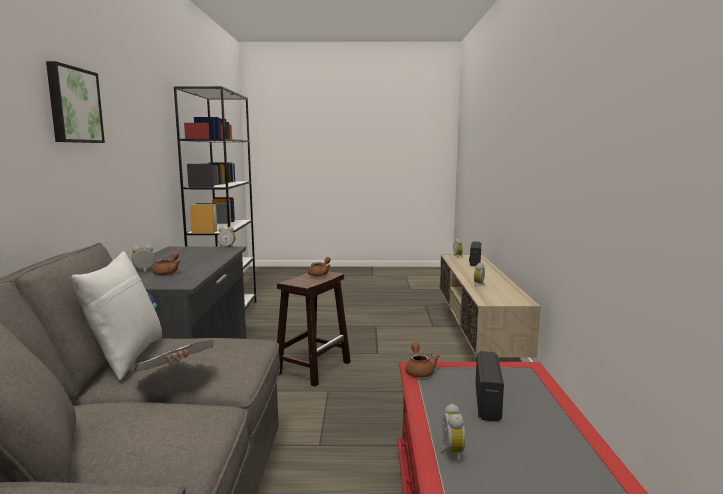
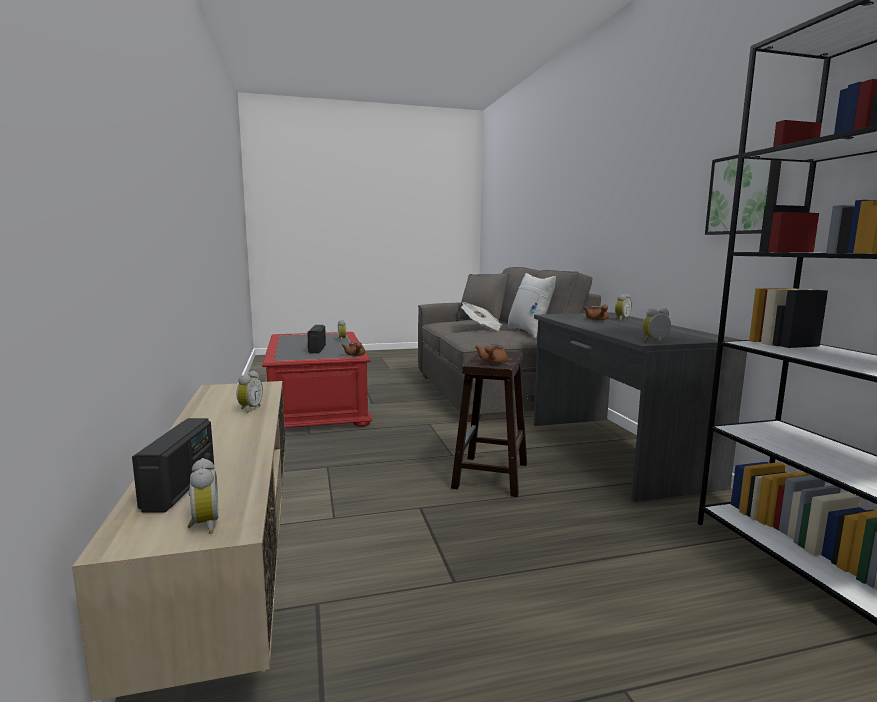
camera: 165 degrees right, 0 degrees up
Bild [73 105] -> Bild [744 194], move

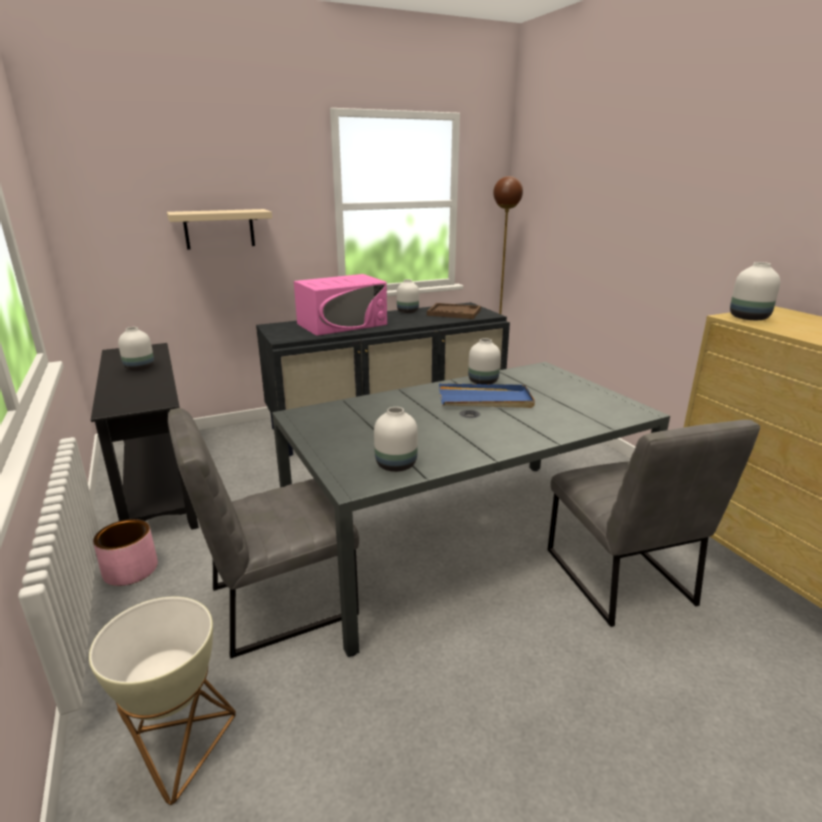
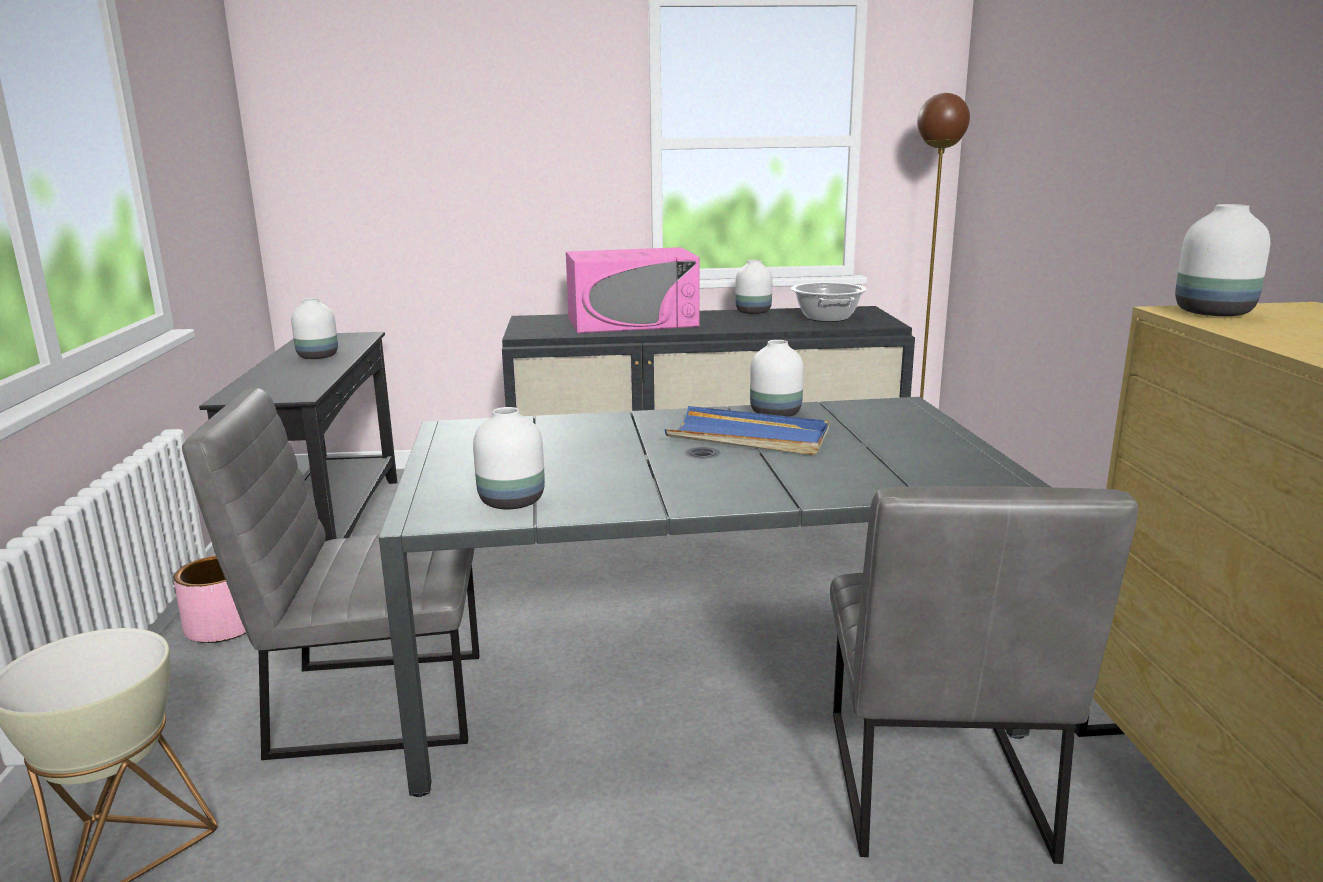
camera: 20 degrees right, 5 degrees down
Wandregal (beige) [219 229] -> none
Tablett (braun) [454 313] -> Kochtopf [826 318]

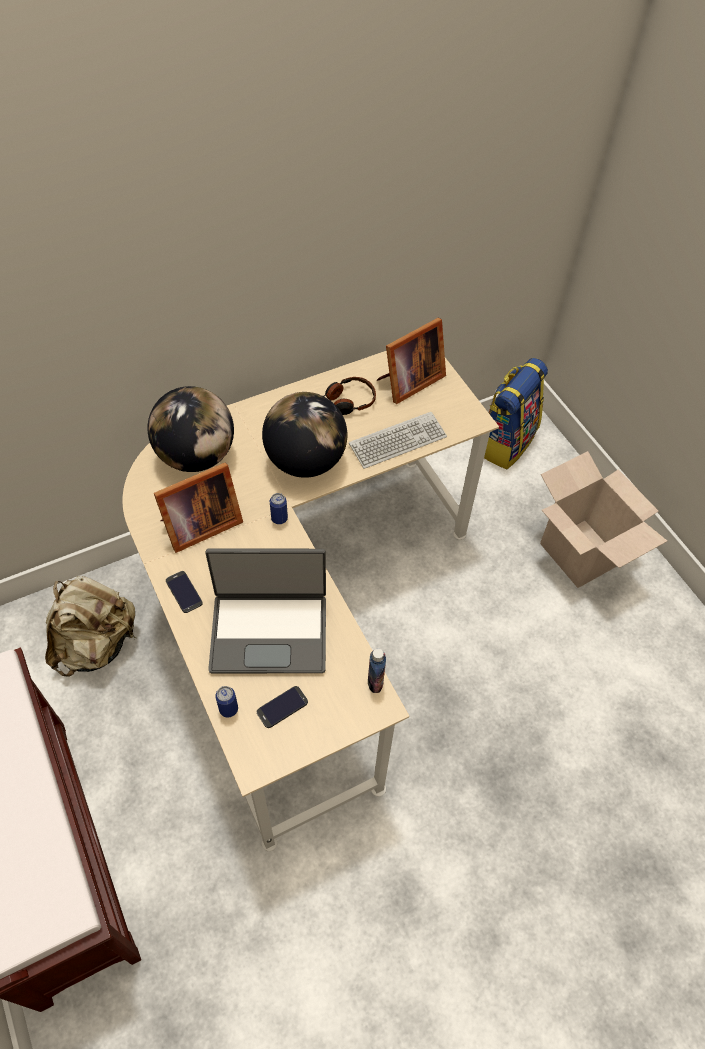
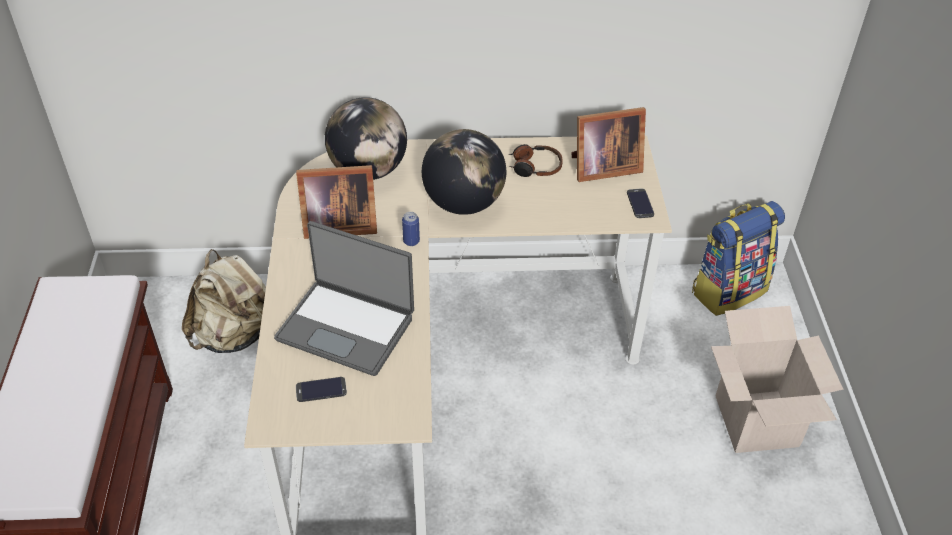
camera: 25 degrees right, 10 degrees down
Handy [184 592] -> Handy [640 203], move
Dose [228 709] -> none
Tastatur [398 441] -> none
Flasche [375 682] -> none

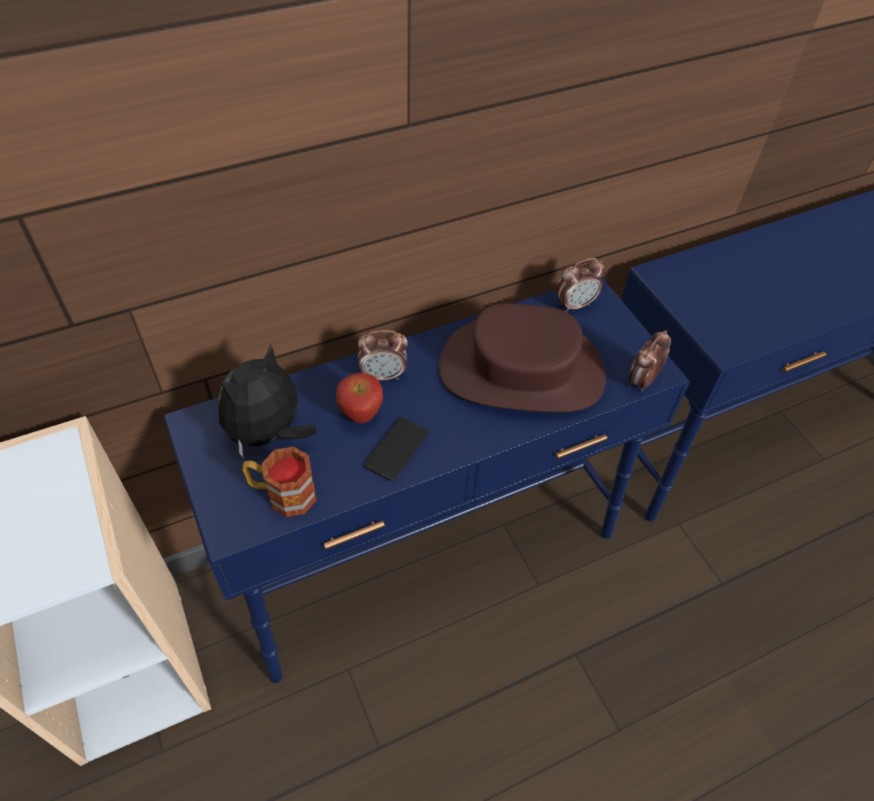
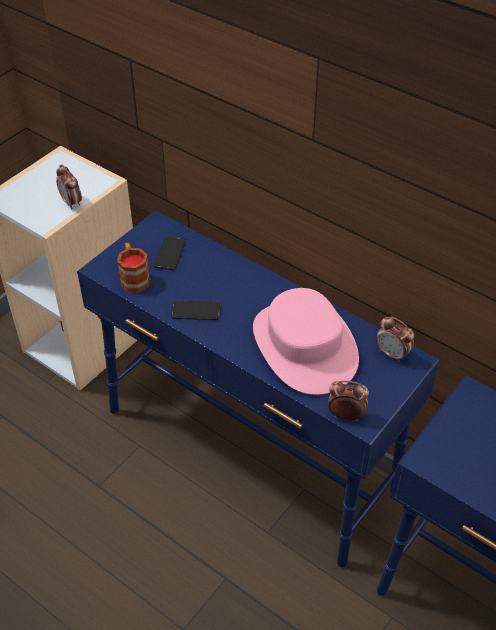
camera: 65 degrees right, 5 degrees down
Plüschtier [268 434] -> Handy [169 254]
Apfel [360 415] -> none
Wecker [383 375] -> Wecker [71 202], move
Hut (braun) [521 371] -> Hut (rosa) [303 346]

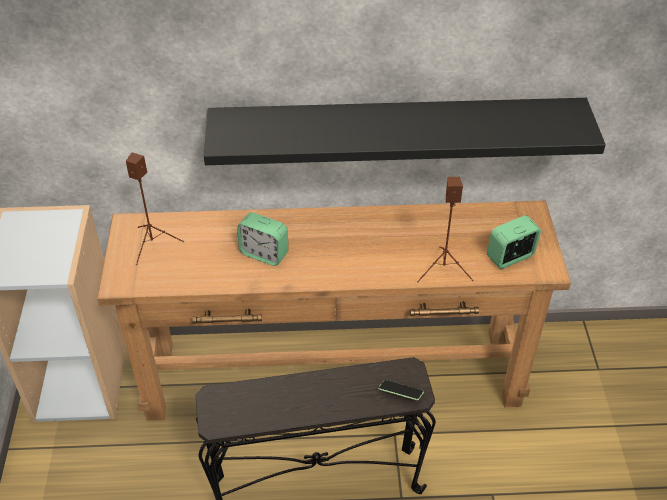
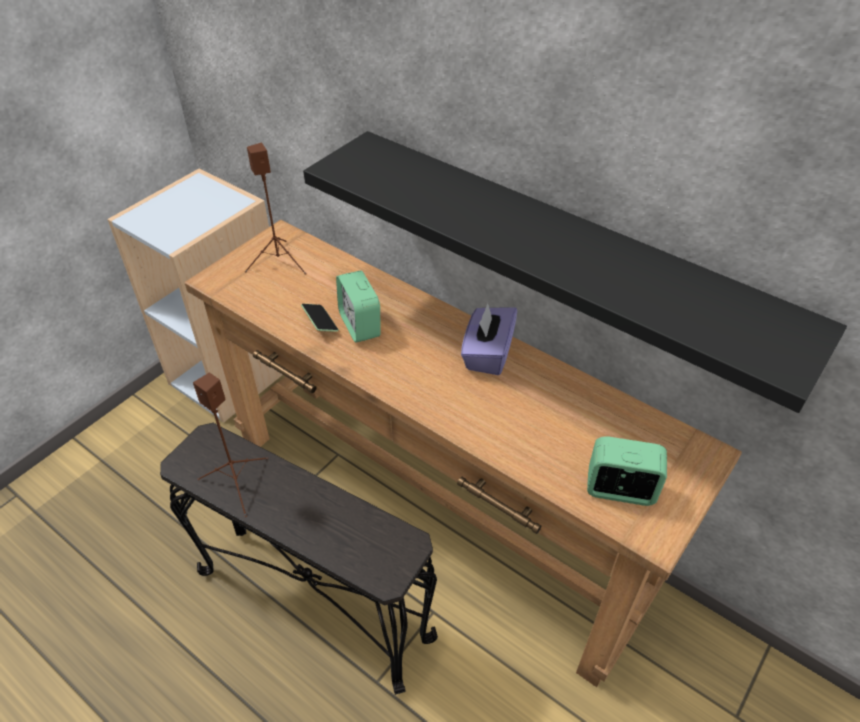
camera: 40 degrees right, 0 degrees up
Handy [400 393] -> Handy [320 323], move
Lautsprecher (braun) [444 269] -> Lautsprecher (braun) [237 484], move
none -> Taschentuchbox (lila) [487 354]

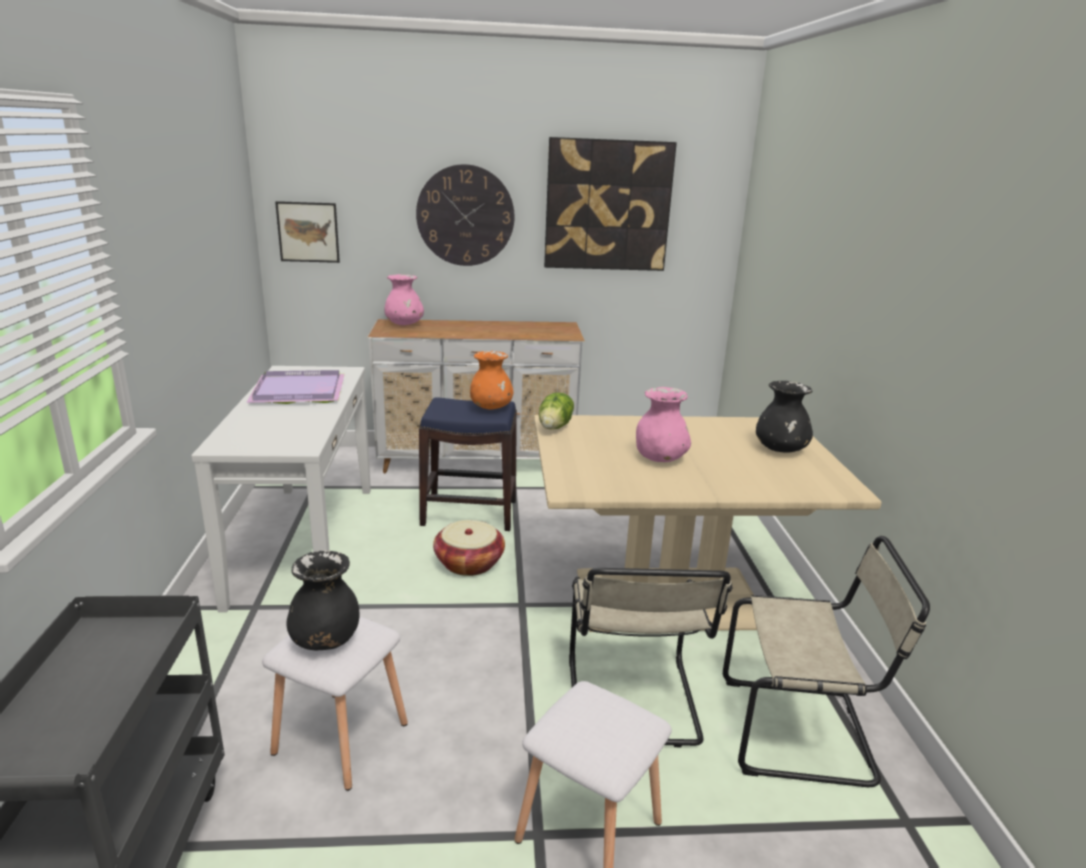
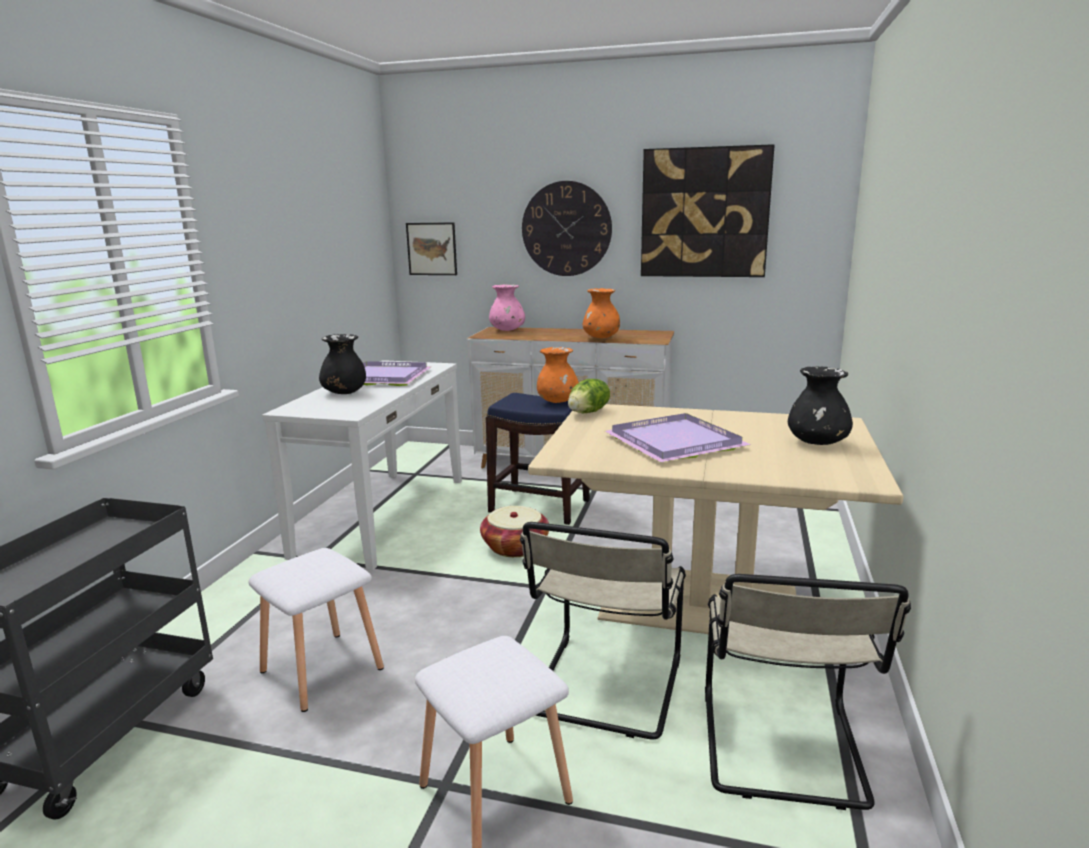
camera: 20 degrees right, 5 degrees down
Vase (schwarz) [325 641] -> Vase (schwarz) [344 393], move
Vase (rosa) [659 459] -> Tablett (lila) [672 442]
Stuhl (beige) [801 732] -> Stuhl (beige) [782 750], 75 degrees clockwise
none -> Vase (orange) [601 338]

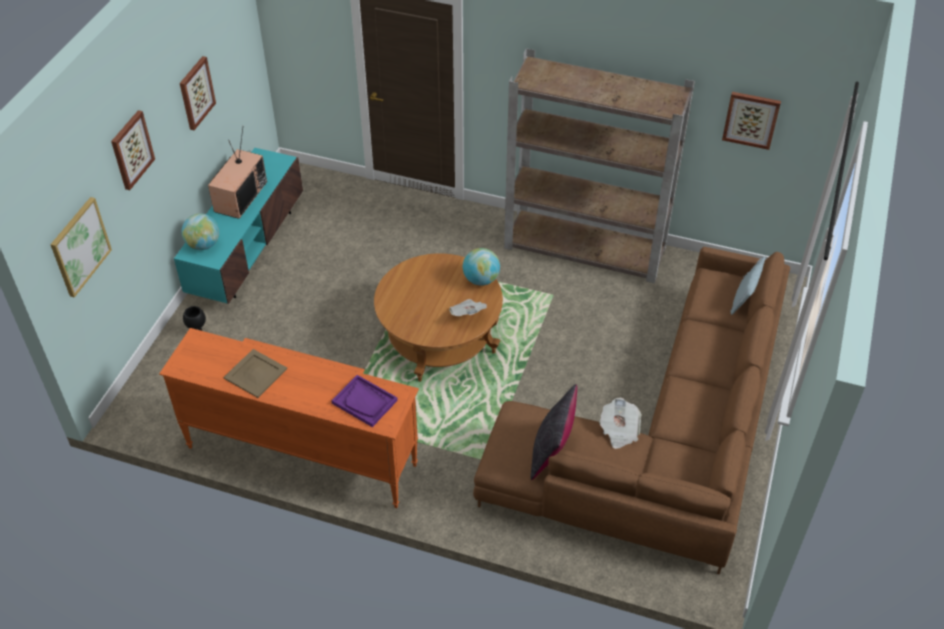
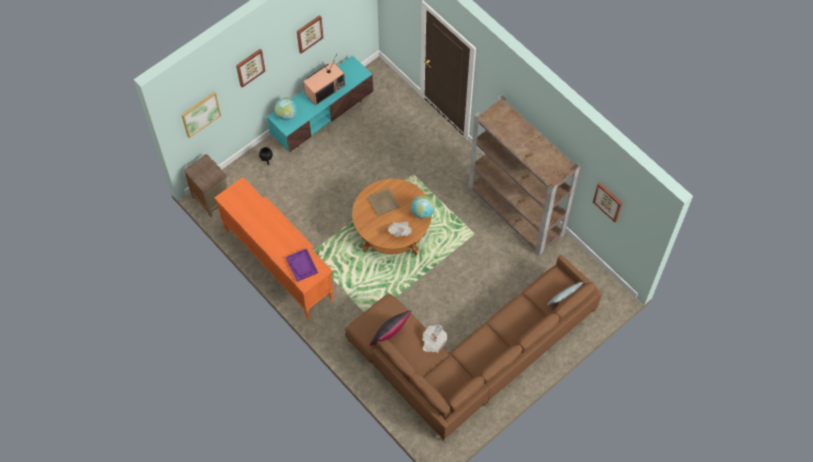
camera: 30 degrees right, 15 degrees up
Tablett (beige) [255 374] -> Tablett (beige) [383 202], move
none -> Nachttisch (beige) [212 198]

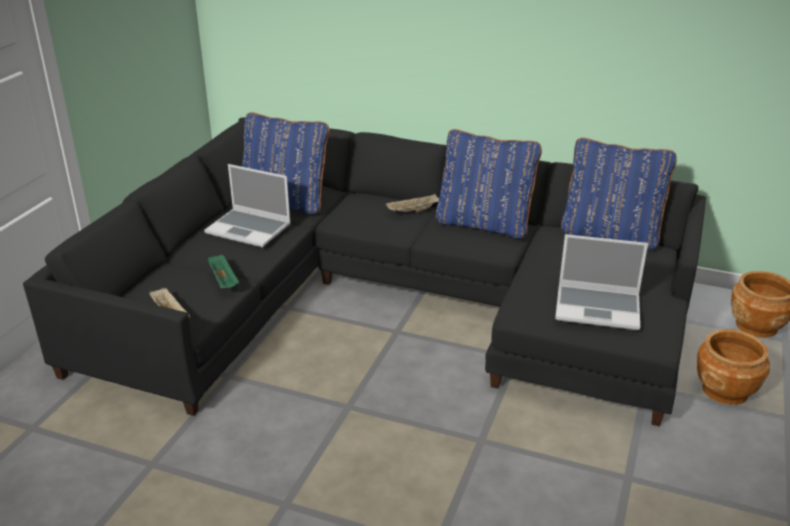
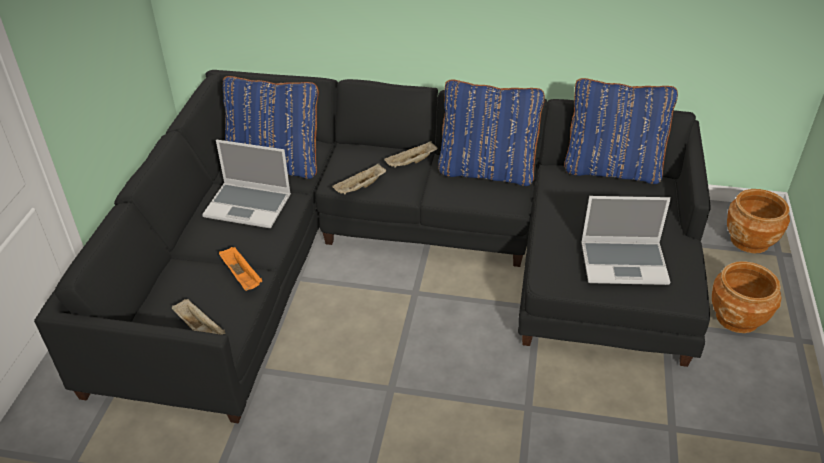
camera: 10 degrees left, 10 degrees up
Tablett (grün) [224 281] -> Tablett (orange) [242 277]
none -> Tablett (beige) [360 187]

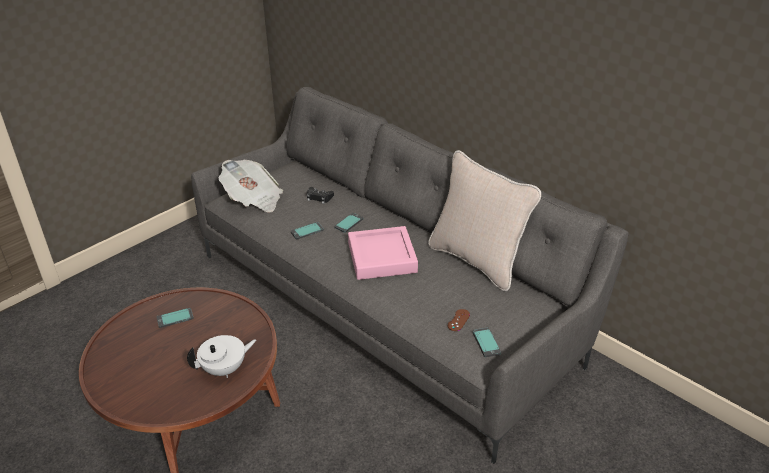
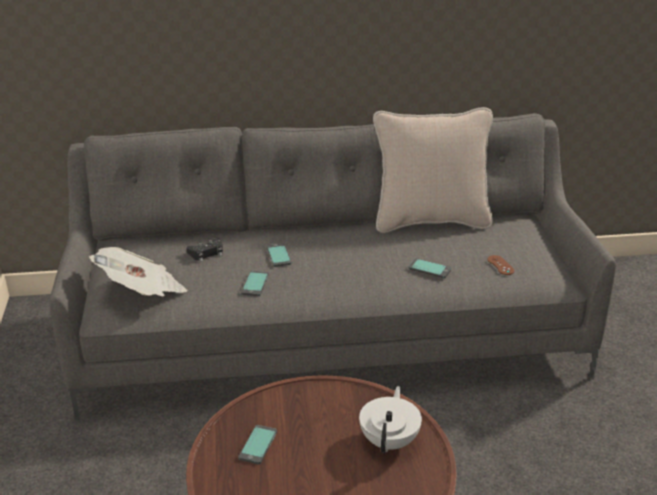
camera: 50 degrees left, 5 degrees down
Tablett (rosa) [382 258] -> none
Handy [486 343] -> Handy [429 269], move

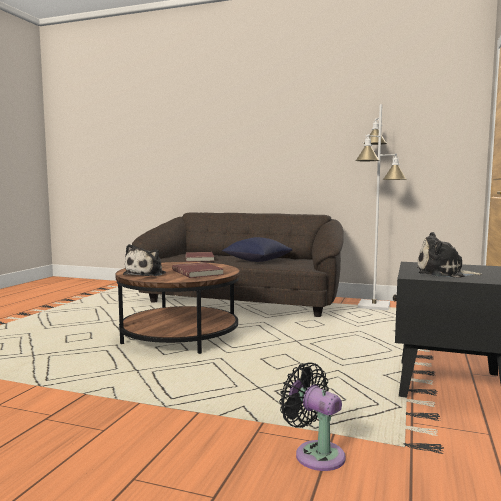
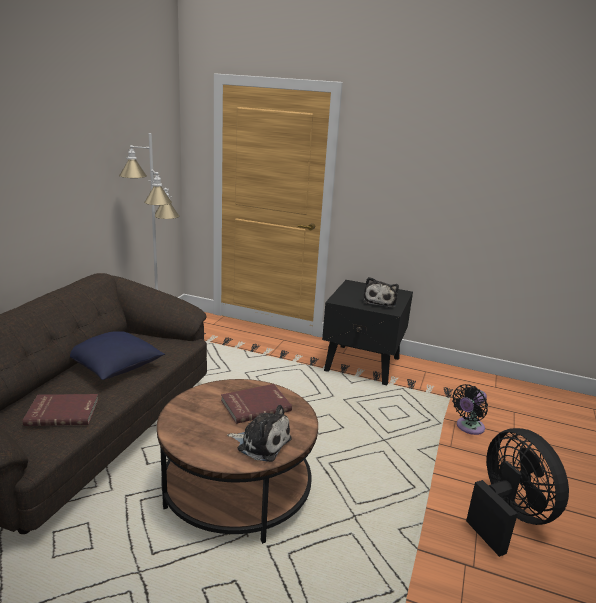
camera: 90 degrees left, 15 degrees up
none -> Ventilator (schwarz) [508 517]

